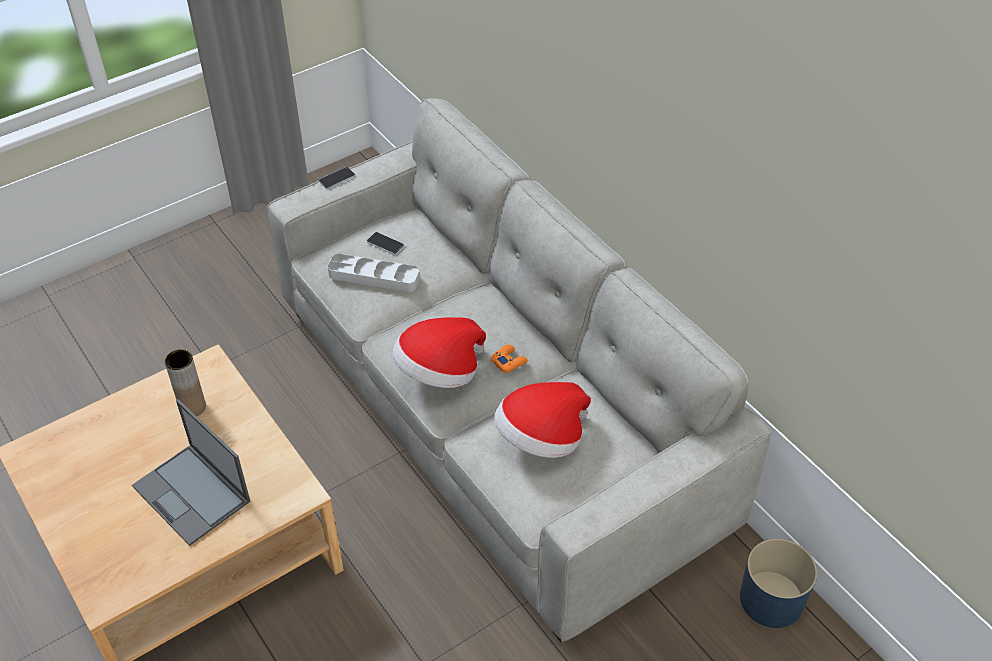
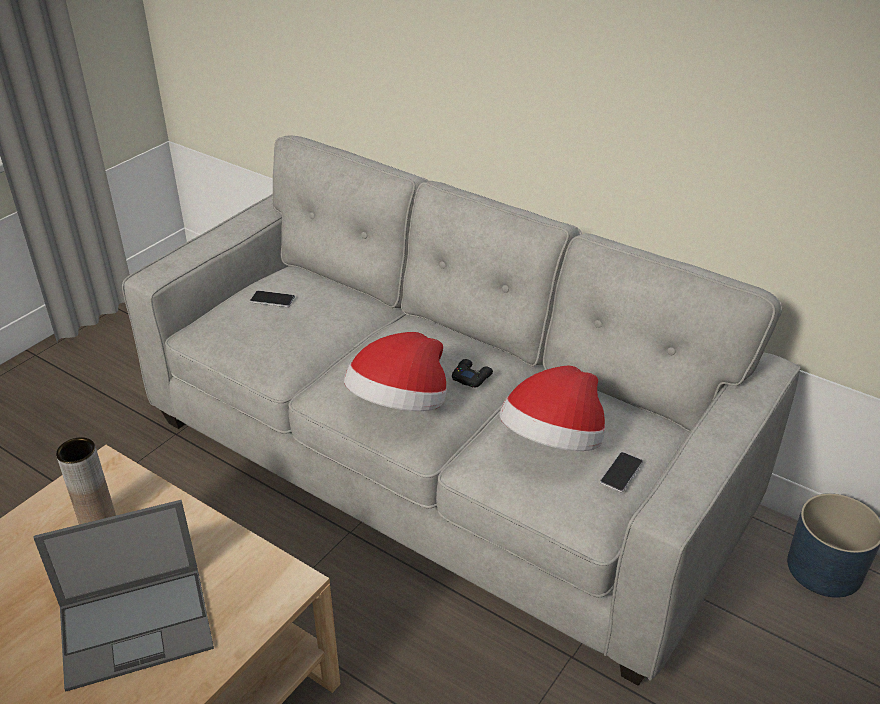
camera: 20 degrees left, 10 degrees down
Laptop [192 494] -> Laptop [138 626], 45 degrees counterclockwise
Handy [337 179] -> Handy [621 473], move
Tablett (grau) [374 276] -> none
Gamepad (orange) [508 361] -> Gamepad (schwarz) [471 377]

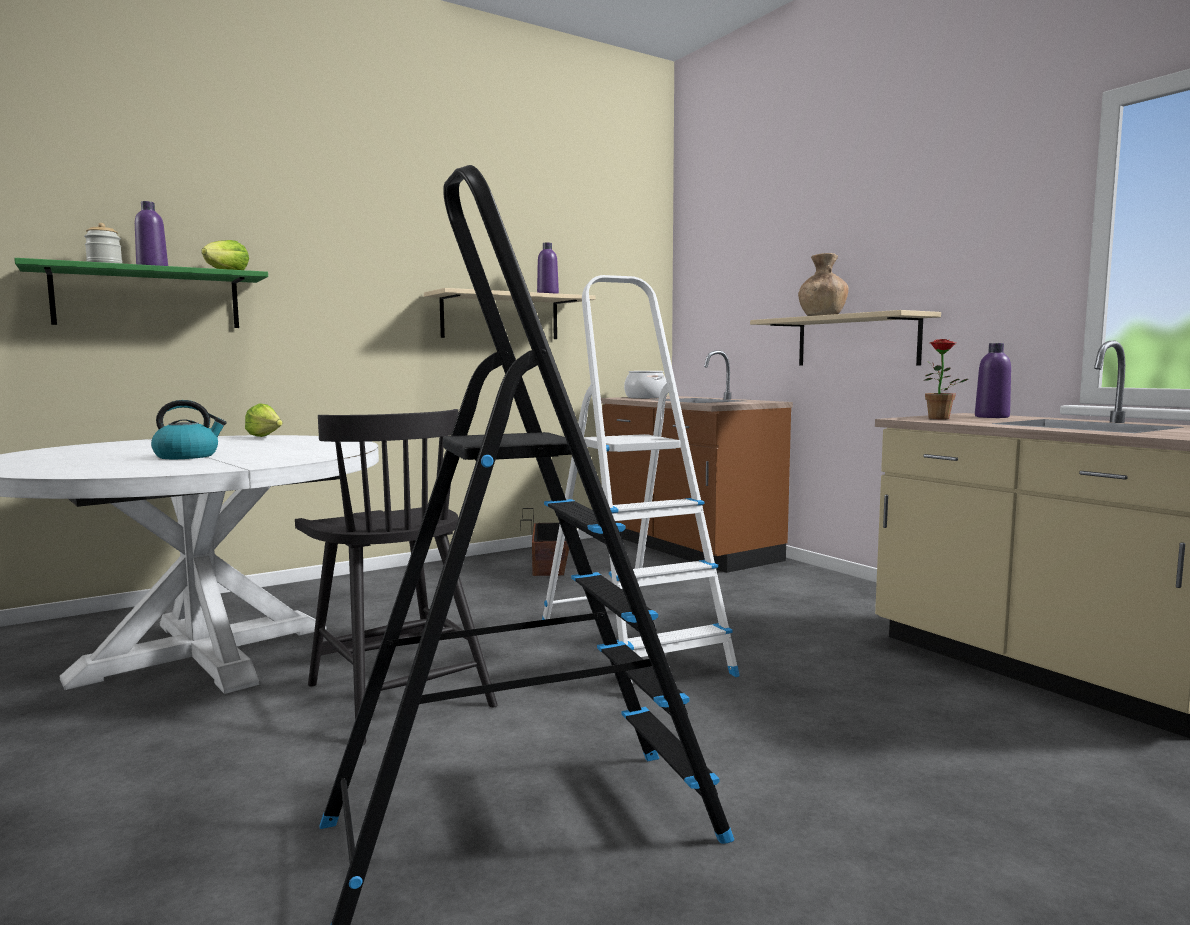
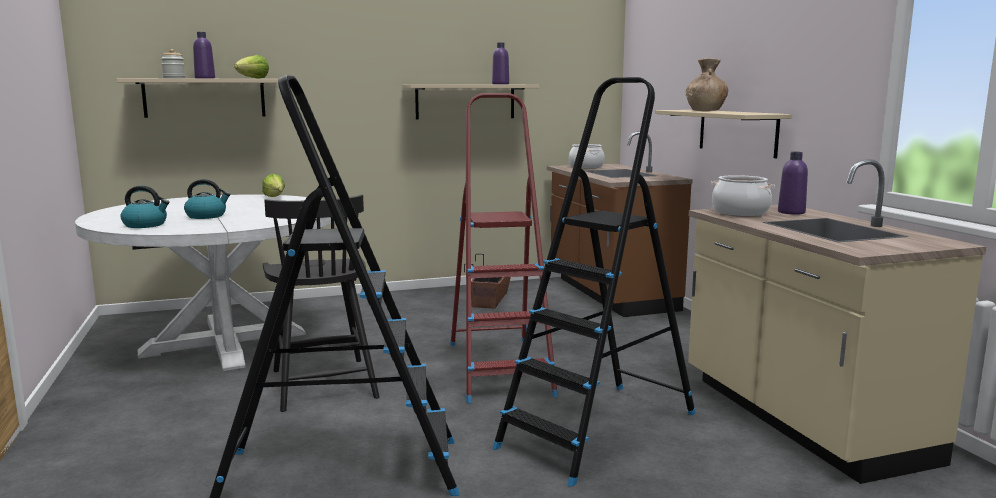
camera: 15 degrees right, 5 degrees up
Wandregal (grün) [148 299] -> Wandregal (beige) [204 98]
Trittleiter (weiß) [632 647] -> Trittleiter (rot) [499 368]
Topfpflanze [940 418] -> Kochtopf [739 213]
none -> Wasserkessel [146 225]
none -> Trittleiter (schwarz) [598 430]

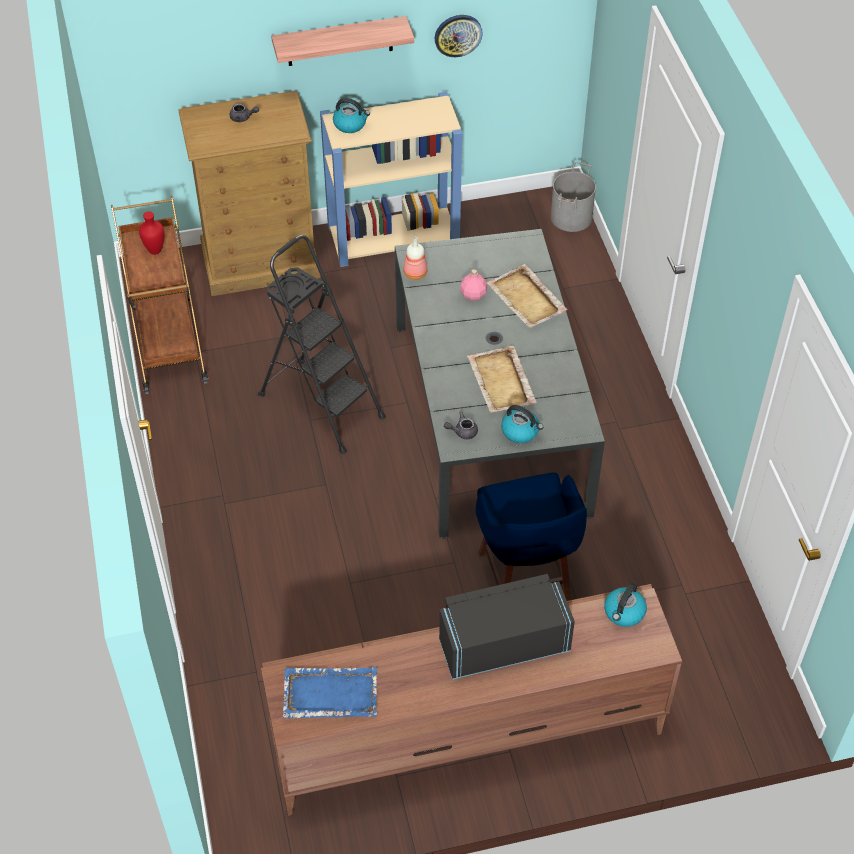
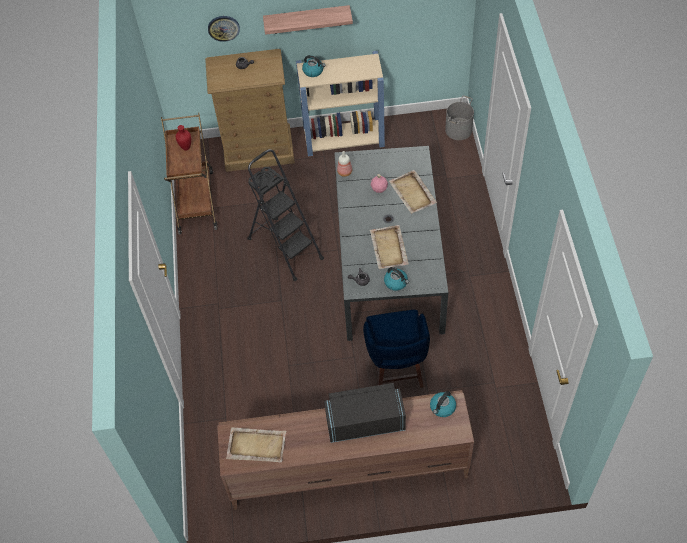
camera: 10 degrees right, 5 degrees up
Tablett (blau) [329 694] -> Tablett (beige) [256 445]
Wanduhr [458 35] -> Wanduhr [223 28], move

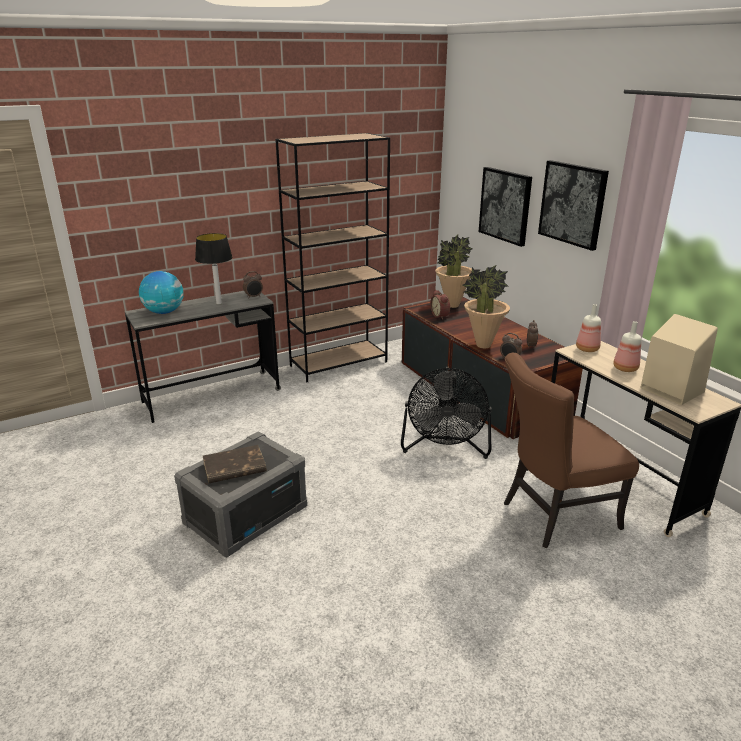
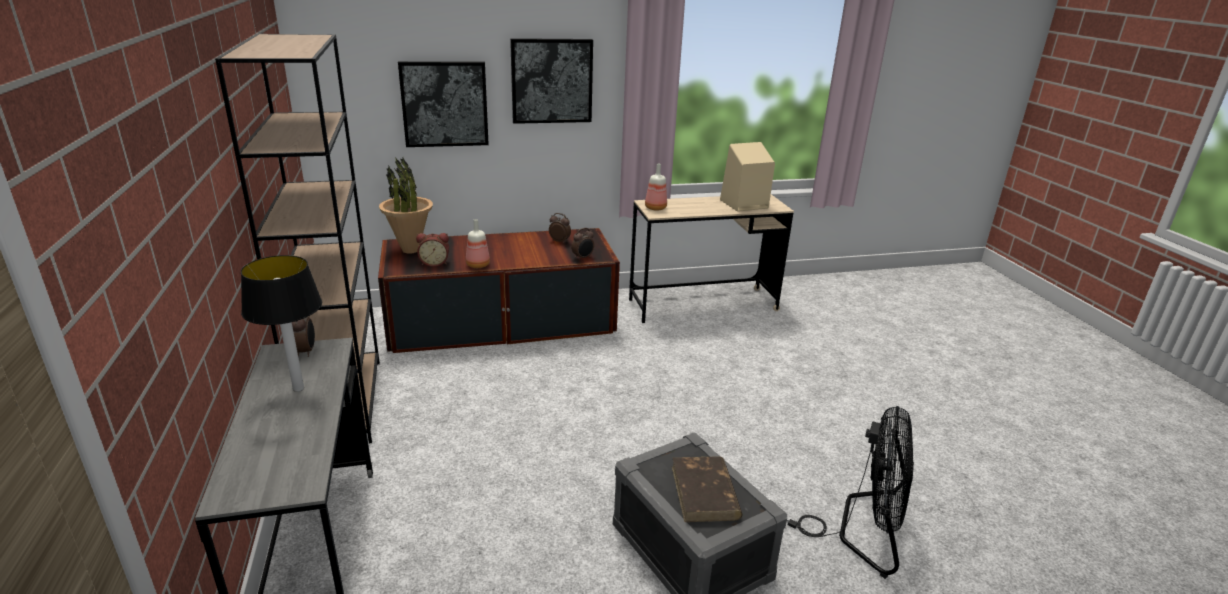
camera: 75 degrees left, 0 degrees up
Globus [164 312] -> none
Ventilator (schwarz) [442 445] -> Ventilator (schwarz) [862 527], move
Topfpflanze [483 345] -> none
Stuhl (braun) [553 515] -> none
Flasche [624 369] -> Flasche [478 265], move

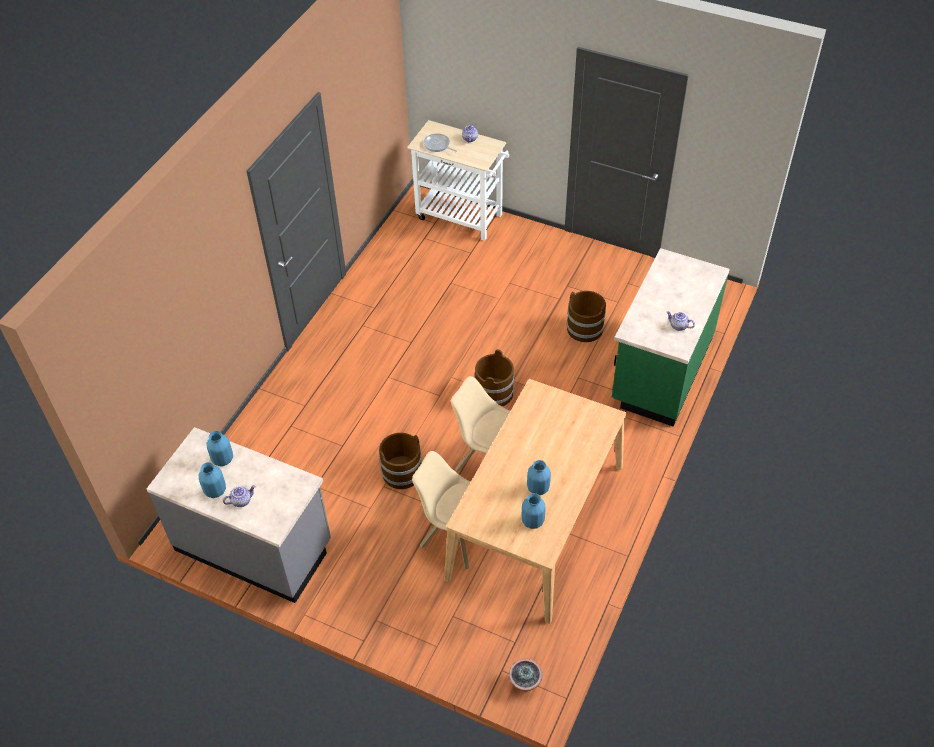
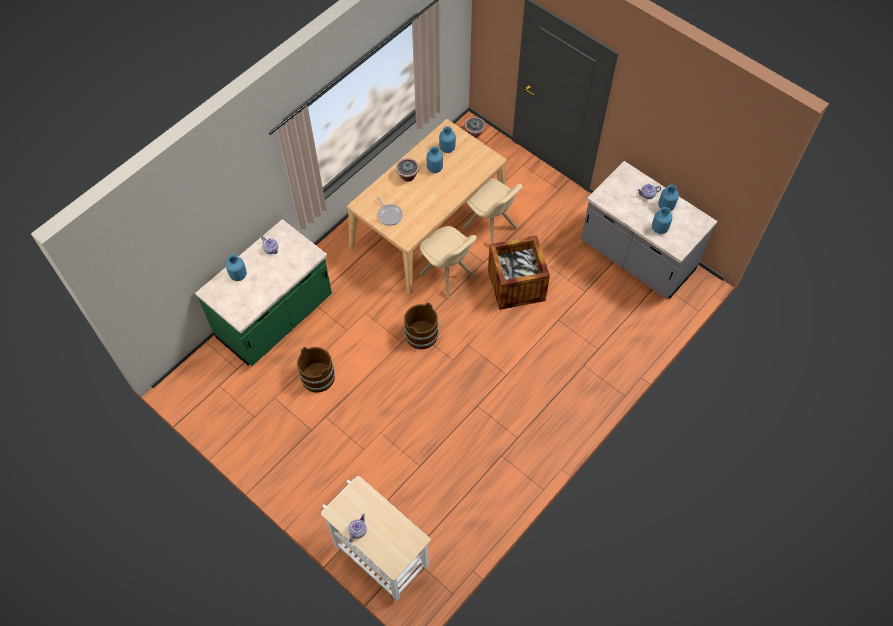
camera: 165 degrees left, 10 degrees up
Eimer (braun) [401 472] -> Kiste [516 285]
Pfanne [438 145] -> Pfanne [389 215], move
none -> Vase (blau) [238 275]
none -> Topfpflanze [407 176]

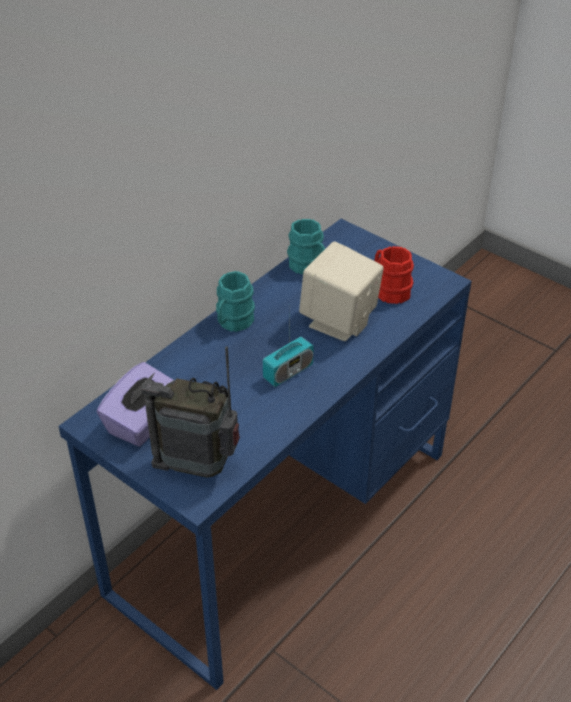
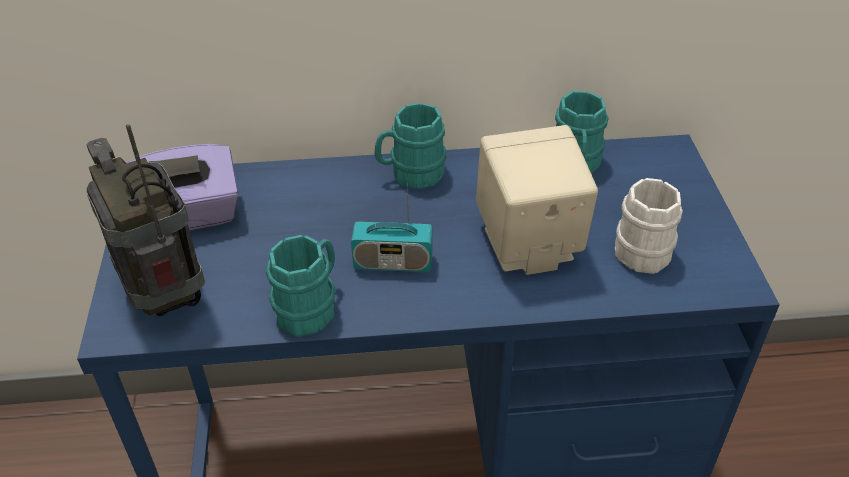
camera: 45 degrees right, 0 degrees up
Henkelbecher (rot) [389 290] -> Henkelbecher (weiß) [642 247]
none -> Henkelbecher (türkis) [311 306]

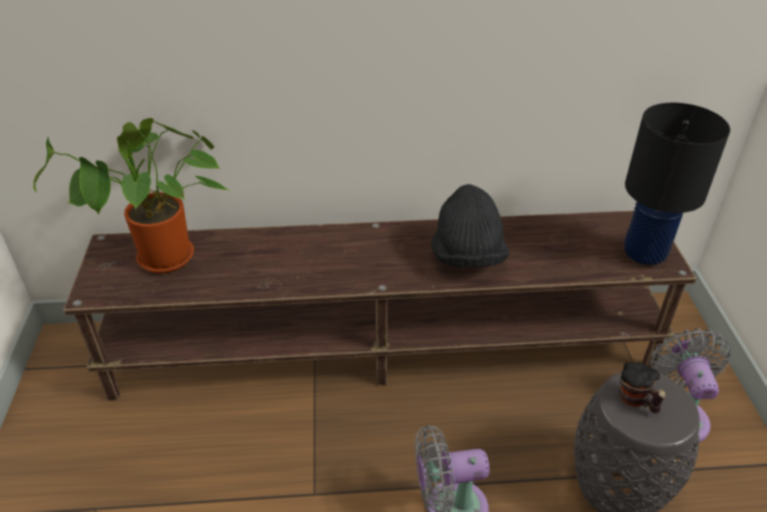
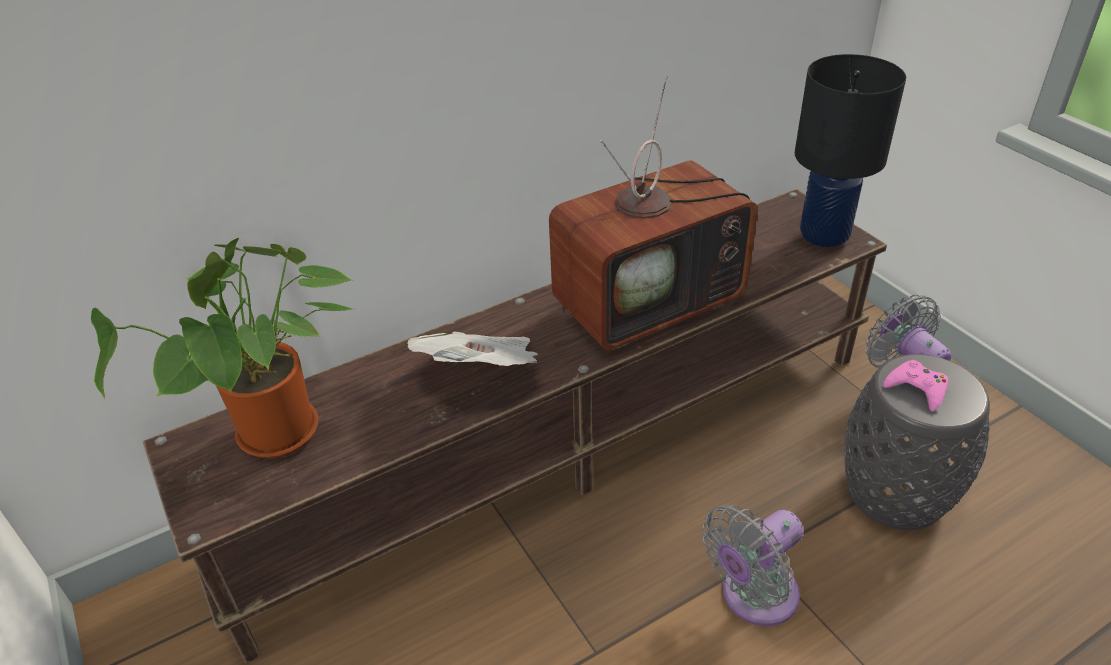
camera: 25 degrees left, 0 degrees up
Hut (schwarz) [467 256] -> Fernseher [650 300]
Henkelbecher [636 400] -> Gamepad (rosa) [917 389]
none -> Zeitung [482 373]

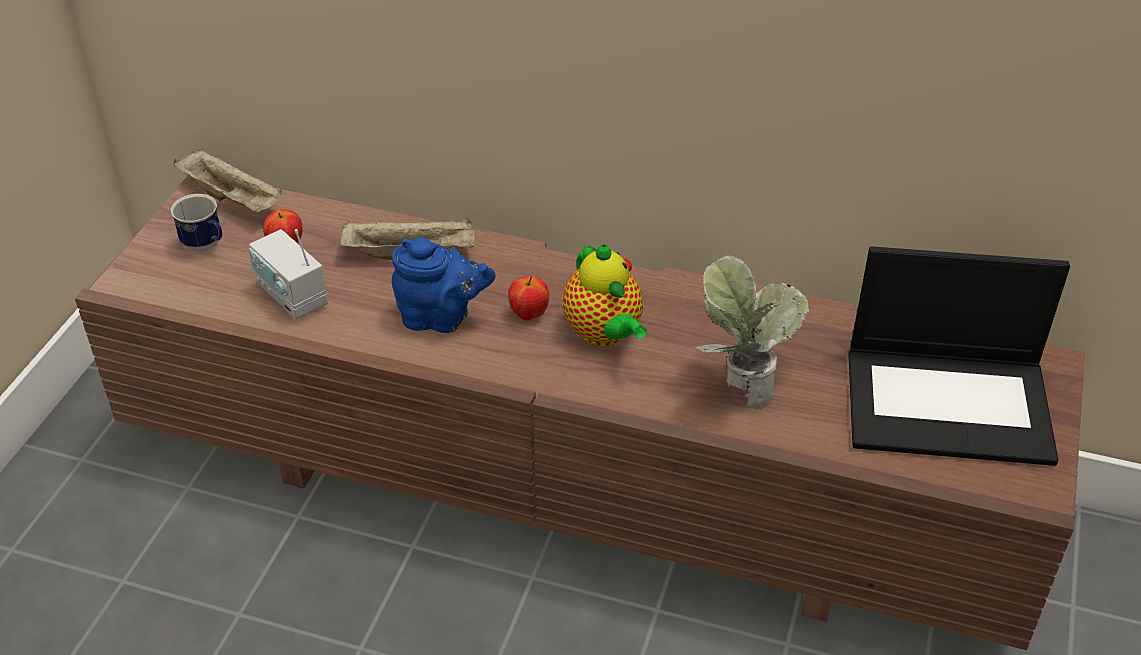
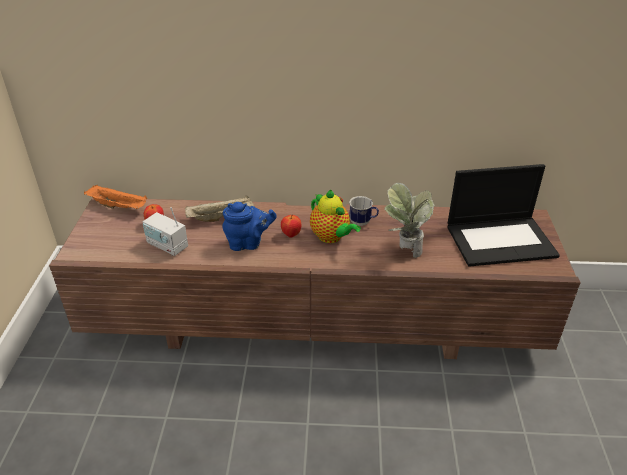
camera: 15 degrees left, 5 degrees down
Henkelbecher [206 246] -> Henkelbecher [363 222], move
Tablett (beige) [233 199] -> Tablett (orange) [119 206]

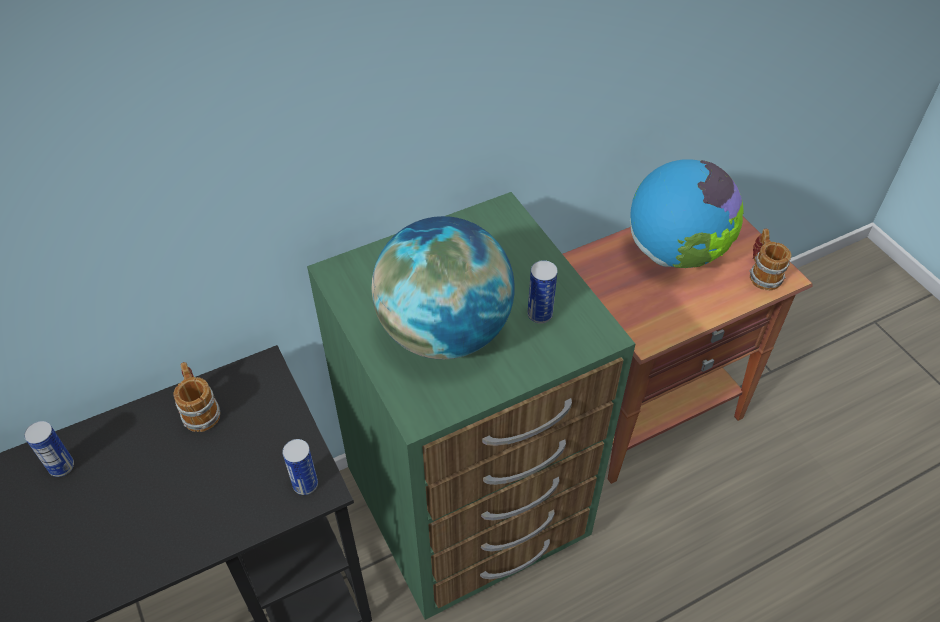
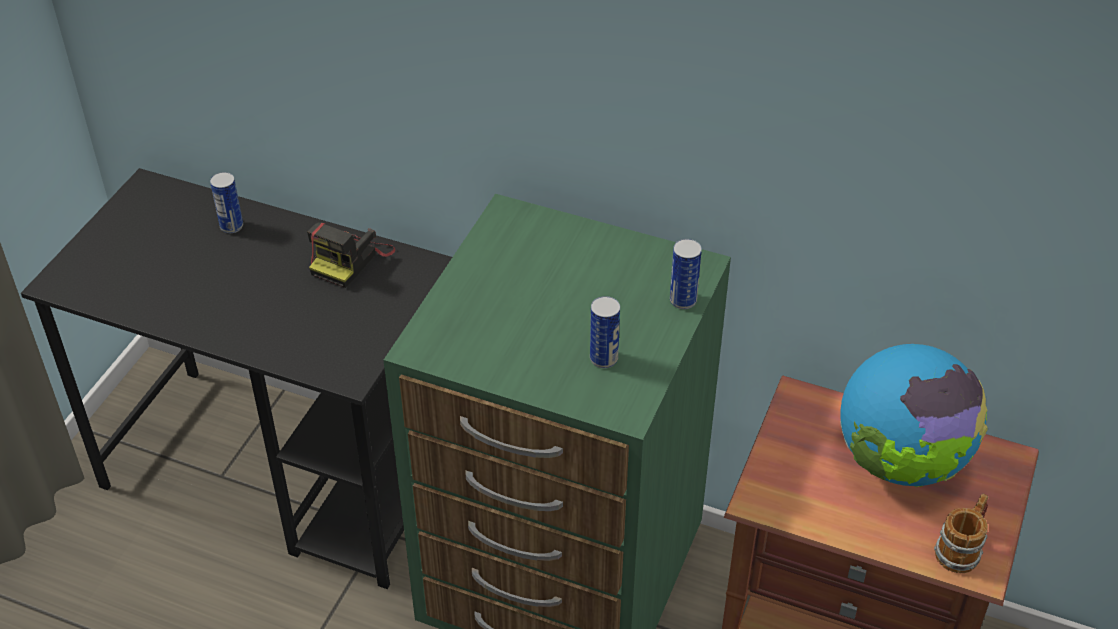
camera: 50 degrees right, 5 degrees down
Henkelbecher [200 410] -> Kamera [350 259]
Dose [305 484] -> Dose [683 300], move
Globus [445 332] -> none

